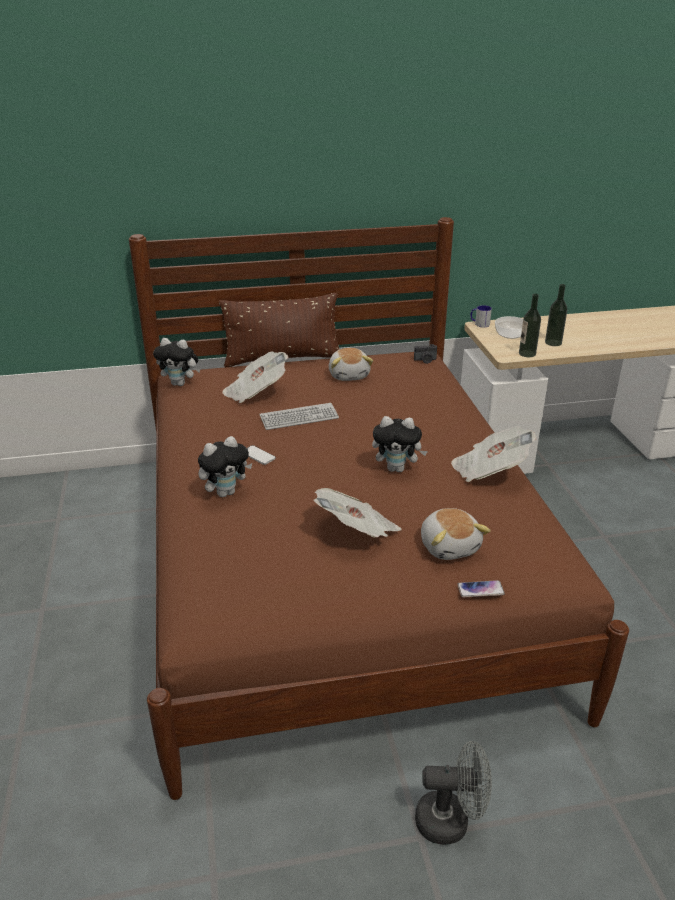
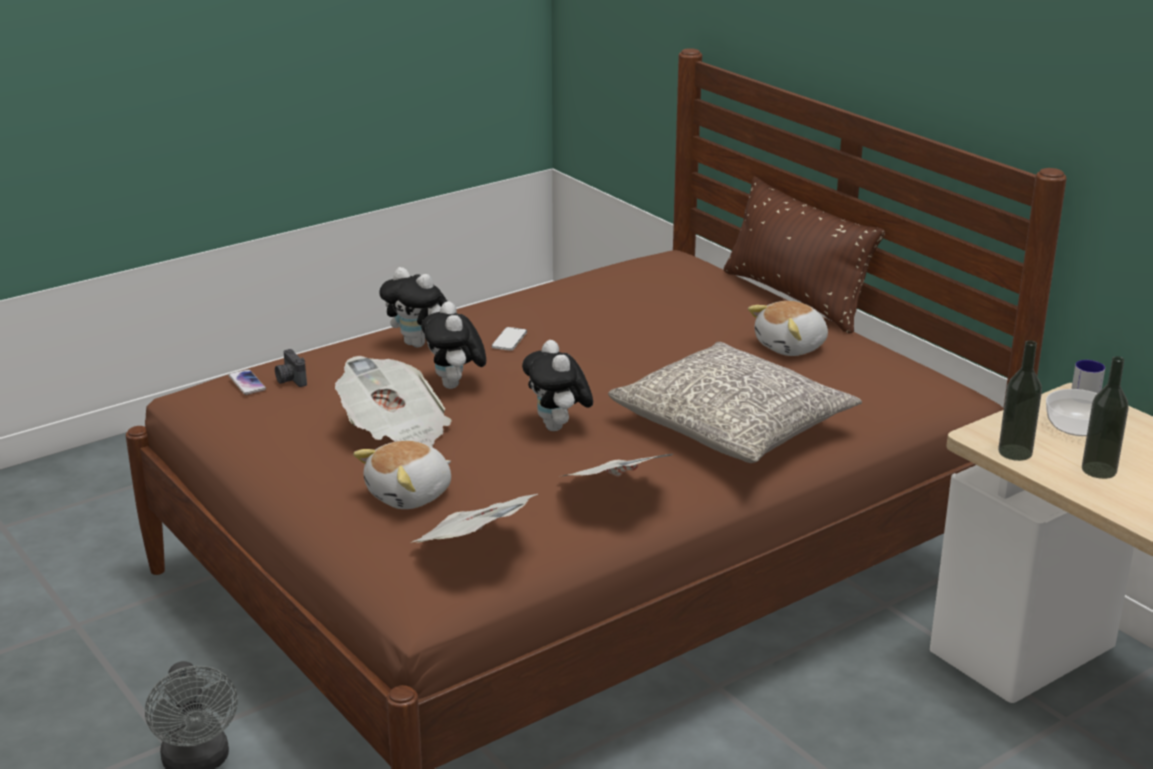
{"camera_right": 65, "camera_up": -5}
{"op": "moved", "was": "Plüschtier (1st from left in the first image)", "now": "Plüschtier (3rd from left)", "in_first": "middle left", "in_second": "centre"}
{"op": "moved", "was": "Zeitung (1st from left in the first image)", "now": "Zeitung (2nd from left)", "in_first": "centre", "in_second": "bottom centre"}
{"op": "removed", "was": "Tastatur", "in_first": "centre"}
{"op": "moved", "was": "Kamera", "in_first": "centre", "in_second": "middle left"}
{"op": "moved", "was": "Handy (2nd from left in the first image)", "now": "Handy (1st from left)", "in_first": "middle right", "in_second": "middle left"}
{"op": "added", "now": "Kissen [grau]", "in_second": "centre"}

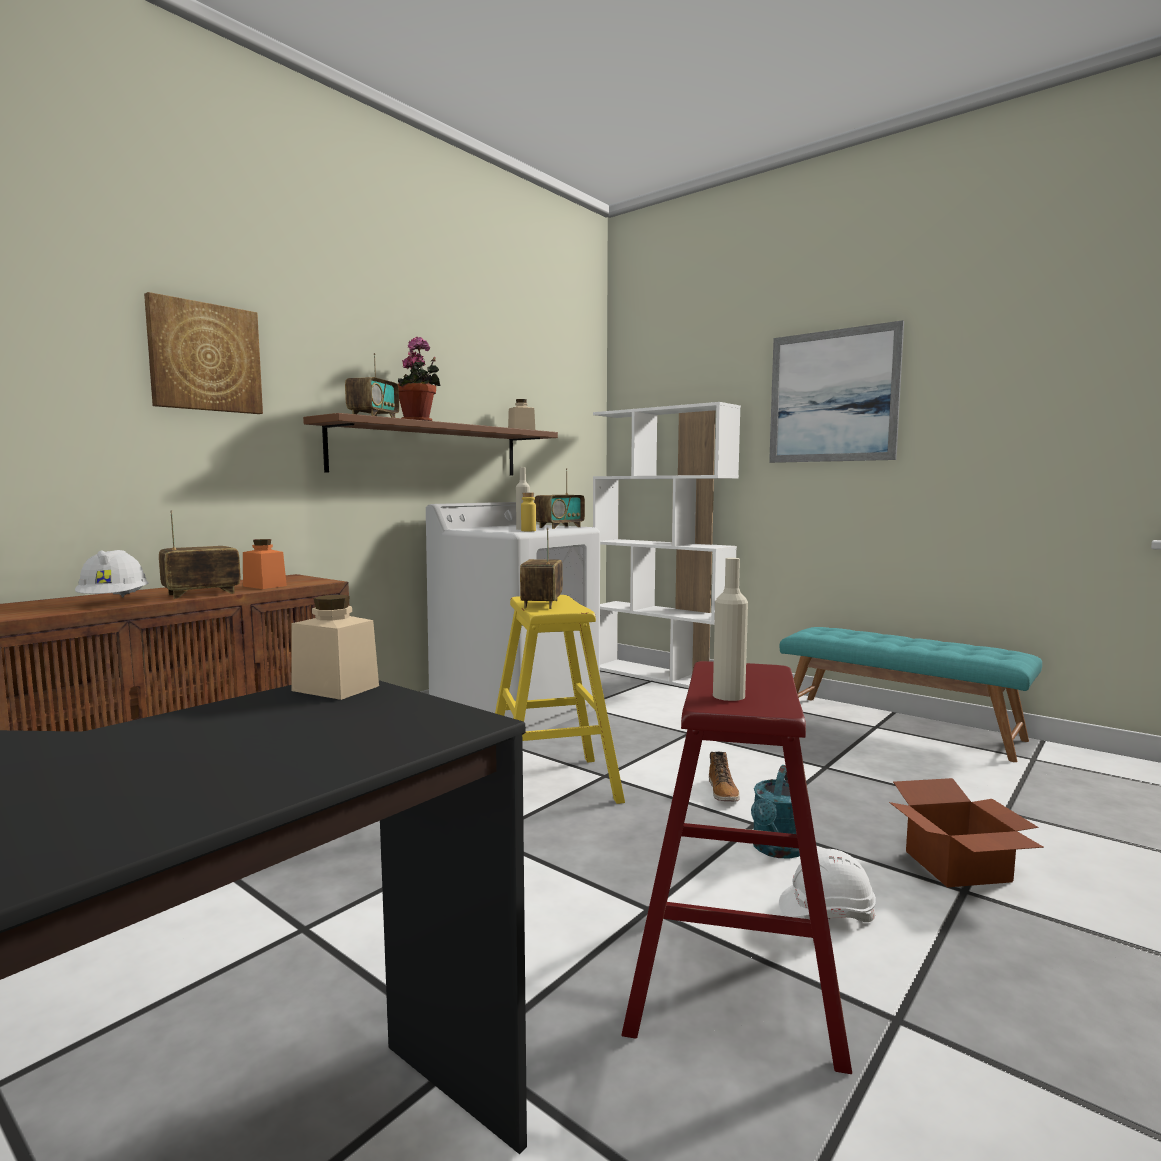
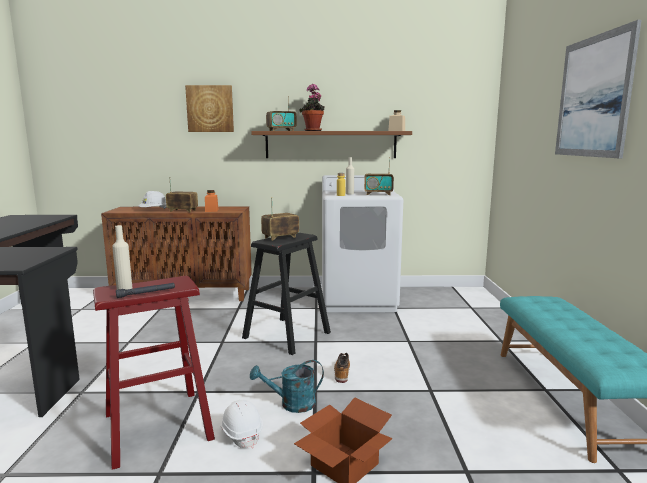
{"camera_right": 50, "camera_up": 5}
{"op": "removed", "was": "Vorratsglas [beige] (1st from left)", "in_first": "middle left"}
{"op": "recoloured", "was": "Hocker [gelb]", "now": "Hocker [schwarz]", "in_first": "centre", "in_second": "centre"}
{"op": "removed", "was": "Bücherregal [weiß]", "in_first": "centre"}
{"op": "turned", "was": "Stiefel", "in_first": "bottom centre", "in_second": "bottom centre", "clockwise": 135}
{"op": "added", "now": "Taschenlampe [schwarz]", "in_second": "middle left"}

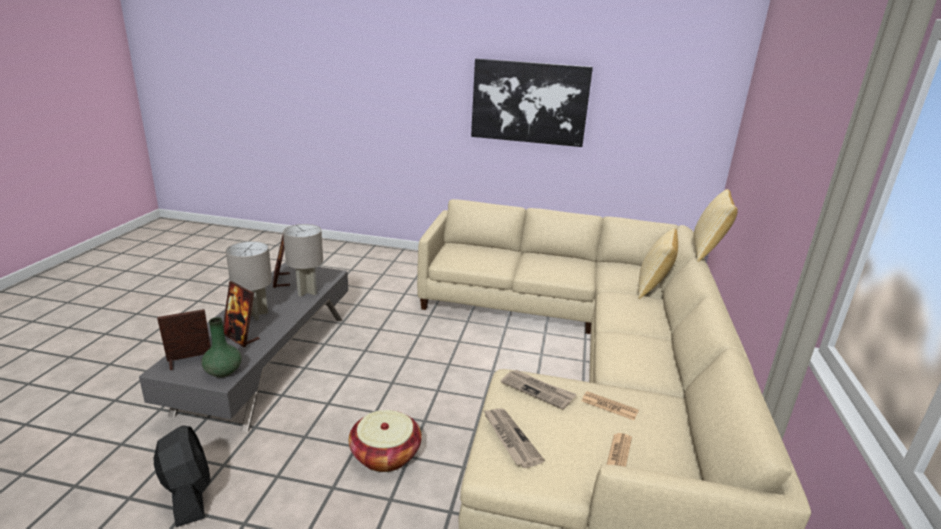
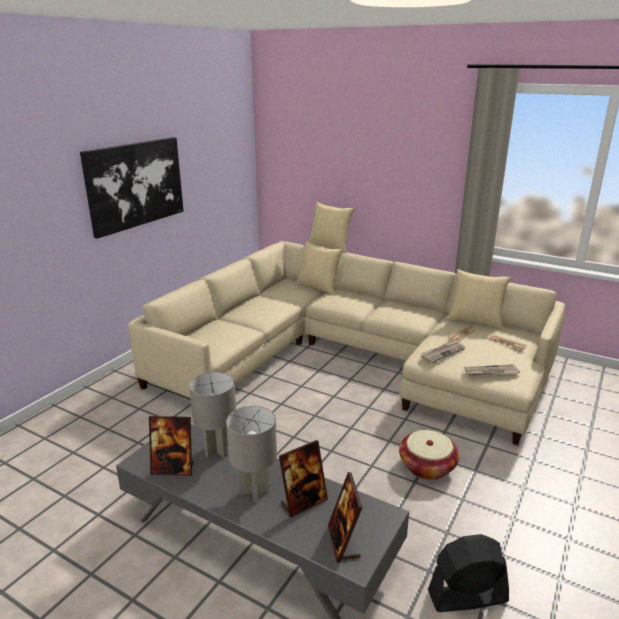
{"camera_right": -70, "camera_up": 0}
{"op": "removed", "was": "Vase [grün]", "in_first": "middle left"}
{"op": "added", "now": "Kissen (3rd from left)", "in_second": "middle right"}

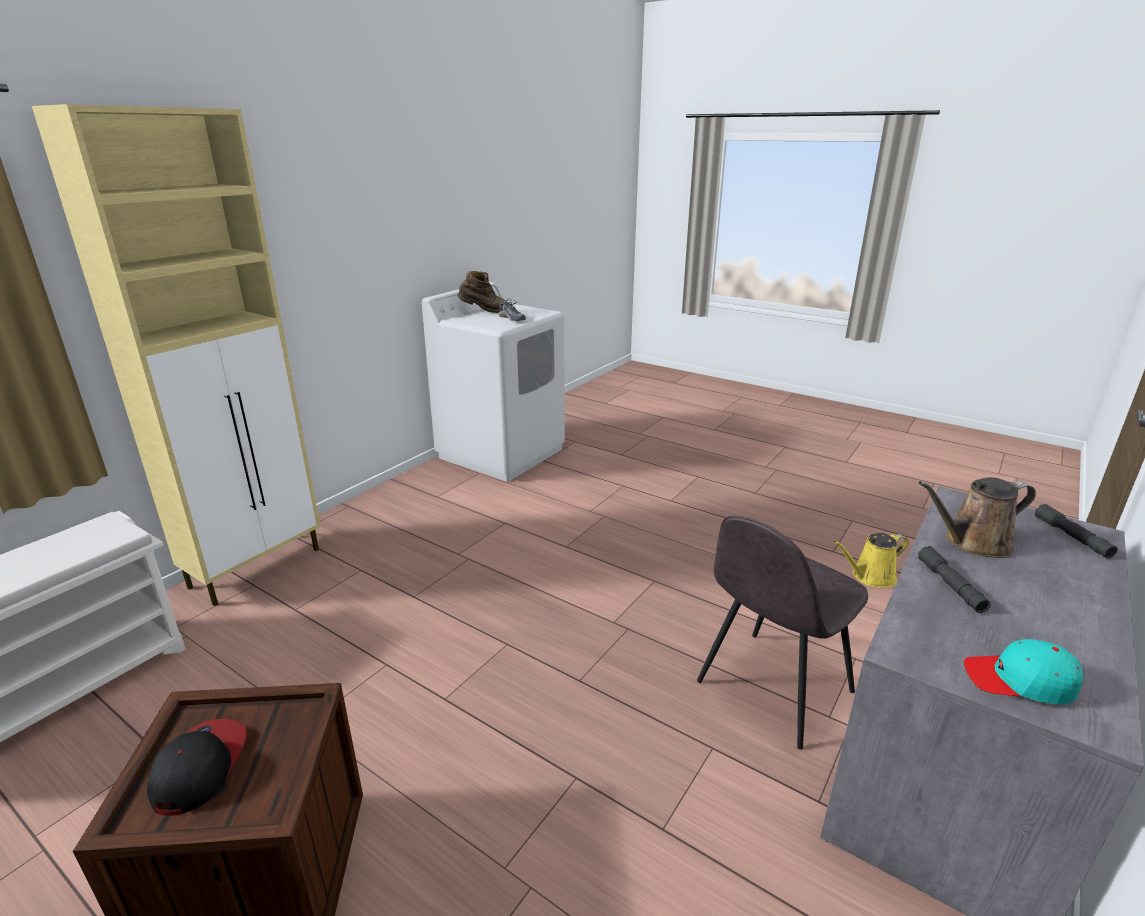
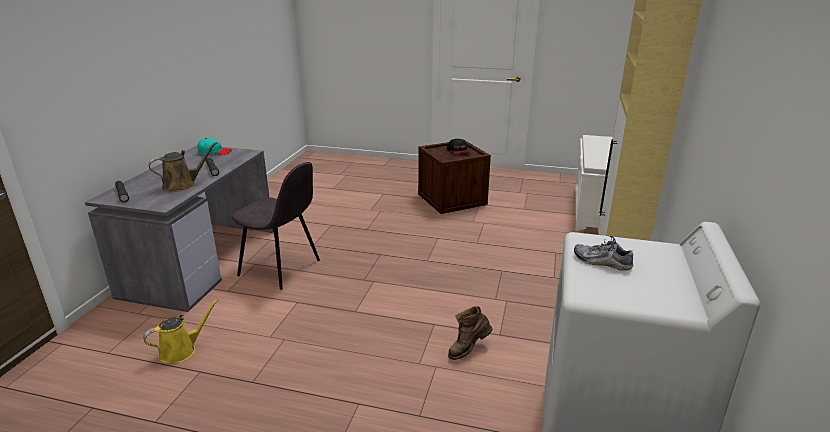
{"camera_right": 160, "camera_up": 0}
{"op": "moved", "was": "Stiefel [braun]", "in_first": "top centre", "in_second": "bottom centre"}
{"op": "turned", "was": "Stuhl [grau]", "in_first": "bottom right", "in_second": "middle left", "clockwise": 90}

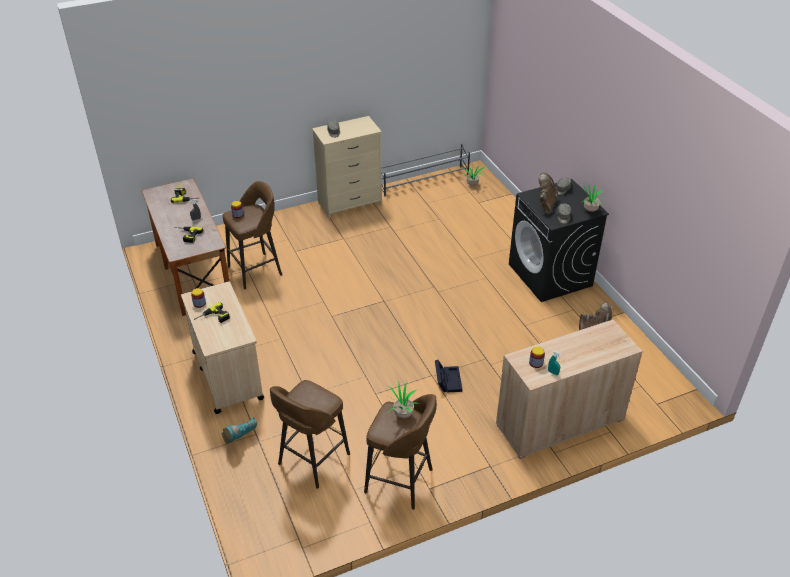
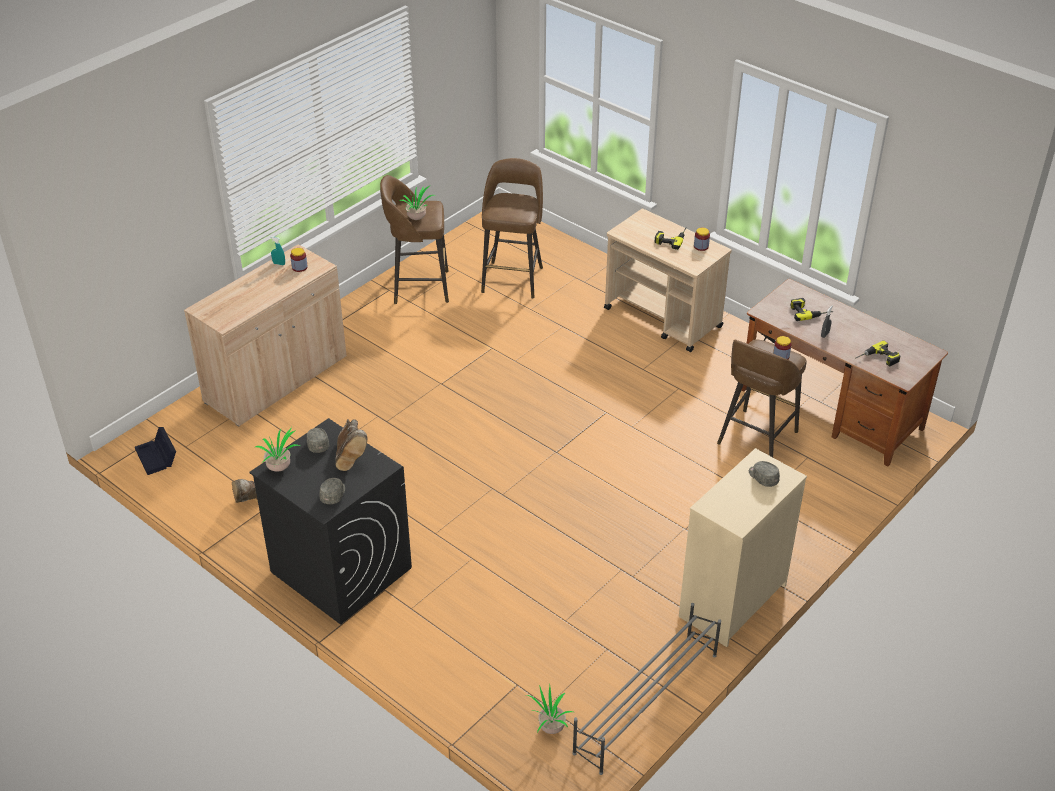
{"camera_right": 155, "camera_up": 0}
{"op": "removed", "was": "Stiefel [türkis]", "in_first": "bottom left"}
{"op": "moved", "was": "Aufbewahrungsbox [schwarz]", "in_first": "centre", "in_second": "middle left"}

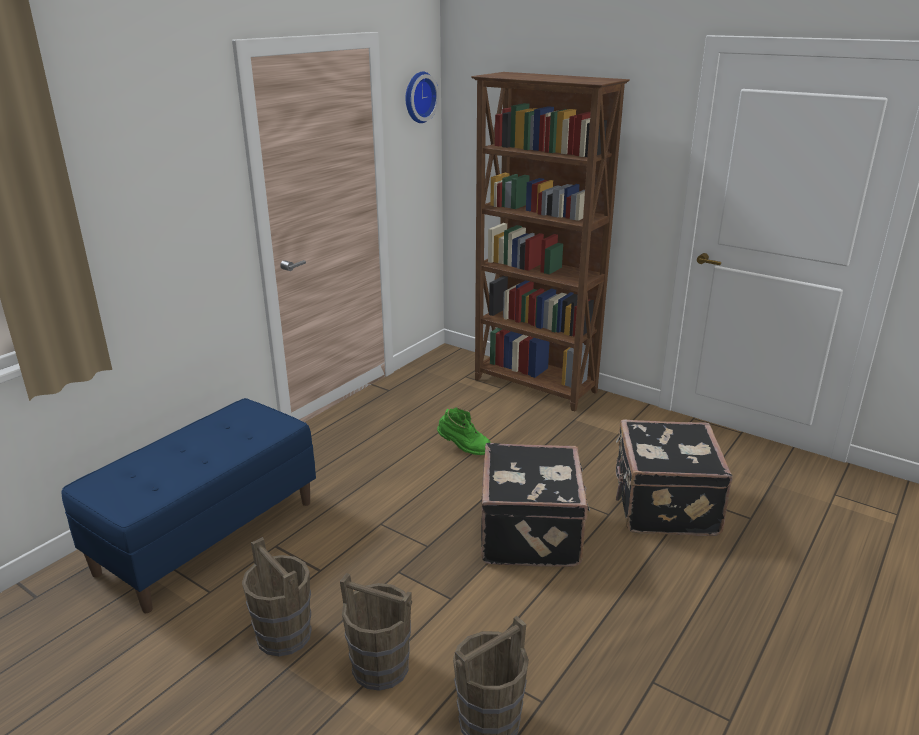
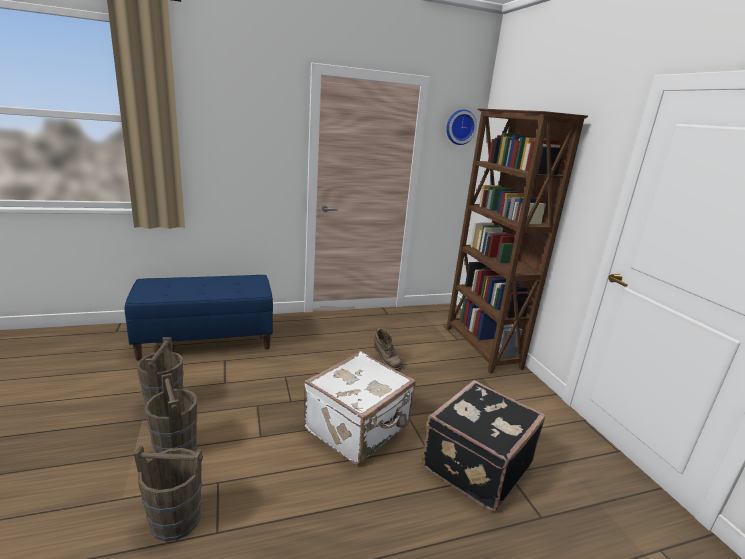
{"camera_right": 35, "camera_up": -5}
{"op": "recoloured", "was": "Stiefel [grün]", "now": "Stiefel [braun]", "in_first": "centre", "in_second": "centre"}
{"op": "recoloured", "was": "Koffer [schwarz] (1st from left)", "now": "Koffer [weiß]", "in_first": "bottom centre", "in_second": "bottom centre"}

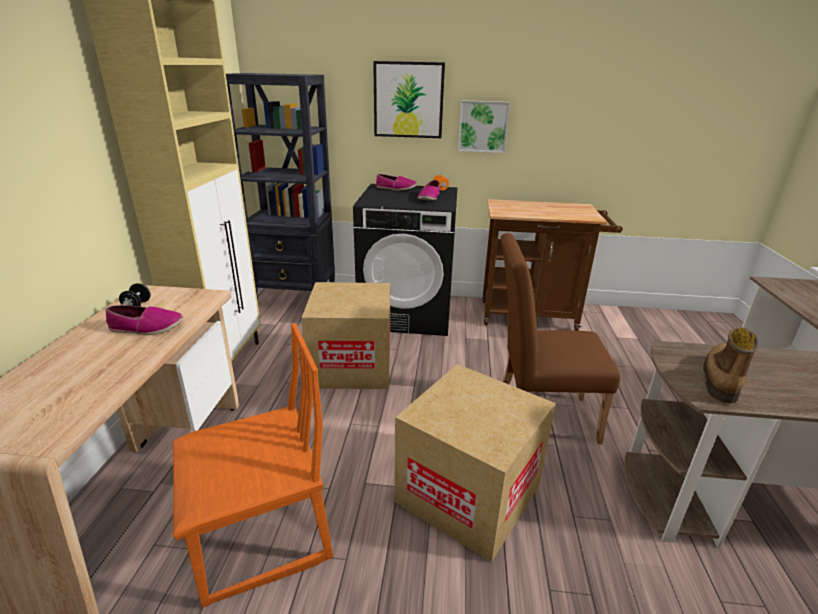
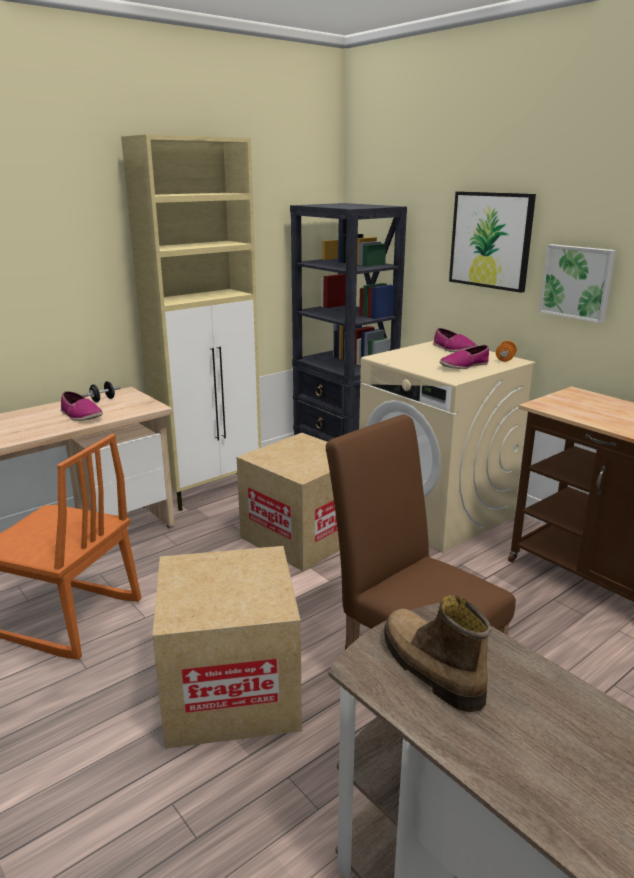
{"camera_right": 45, "camera_up": -5}
{"op": "recoloured", "was": "Waschmaschine [schwarz]", "now": "Waschmaschine [beige]", "in_first": "centre", "in_second": "middle right"}
{"op": "turned", "was": "Stiefel", "in_first": "middle right", "in_second": "bottom right", "clockwise": -105}

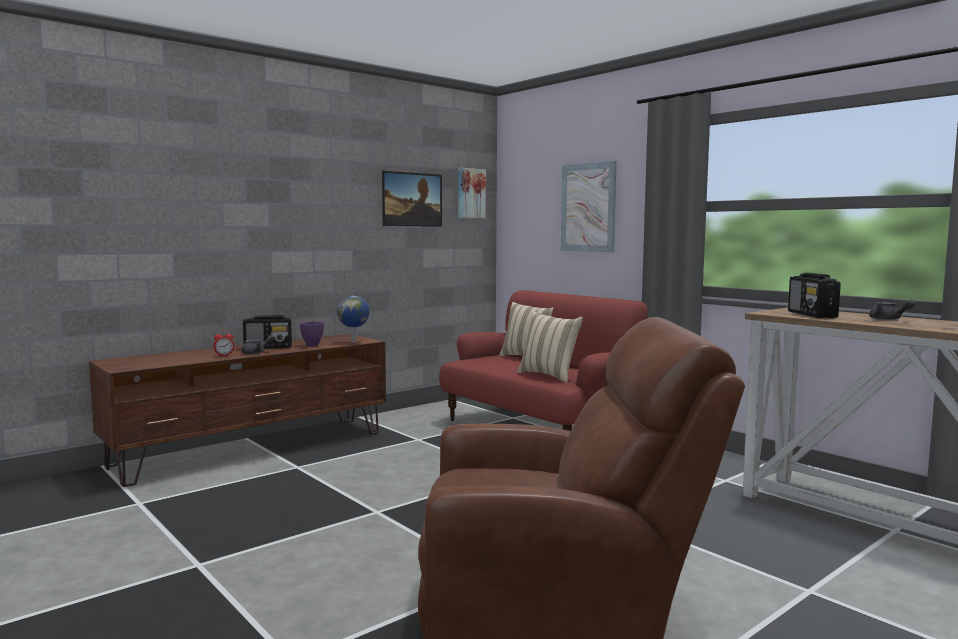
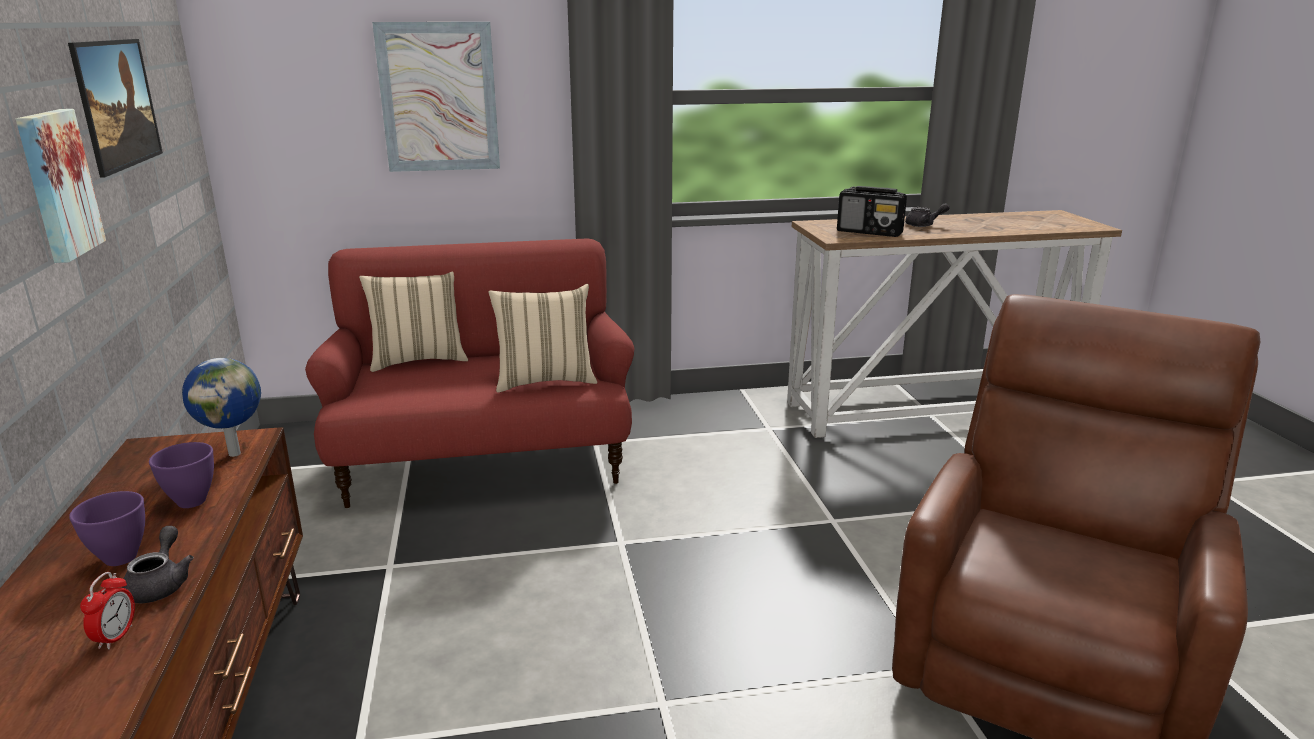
{"camera_right": -60, "camera_up": 15}
{"op": "replaced", "was": "Radio (1st from left)", "now": "Schüssel [lila] (1st from left)", "in_first": "middle left", "in_second": "bottom left"}
{"op": "moved", "was": "Bild (2nd from left in the first image)", "now": "Bild (1st from left)", "in_first": "top centre", "in_second": "top left"}

